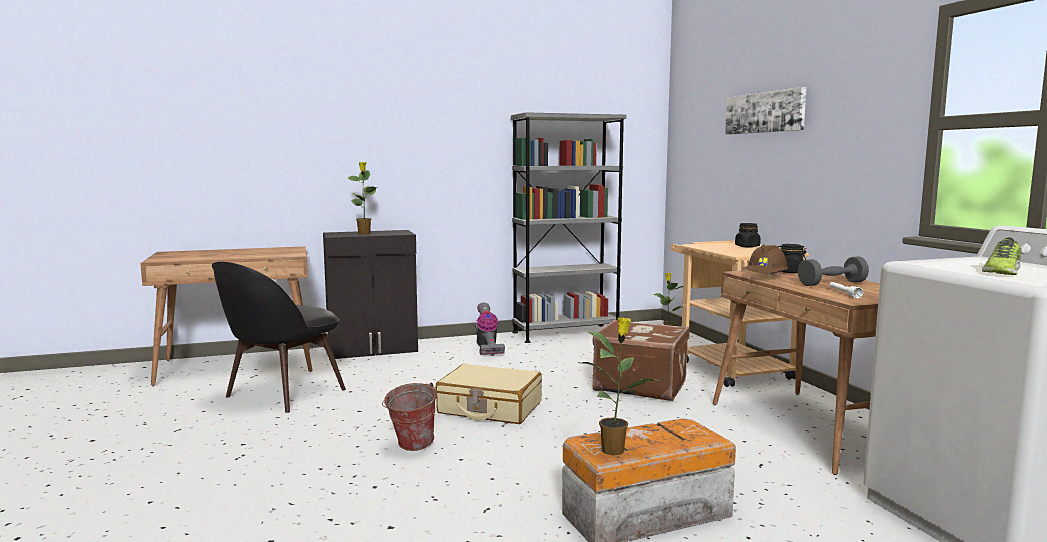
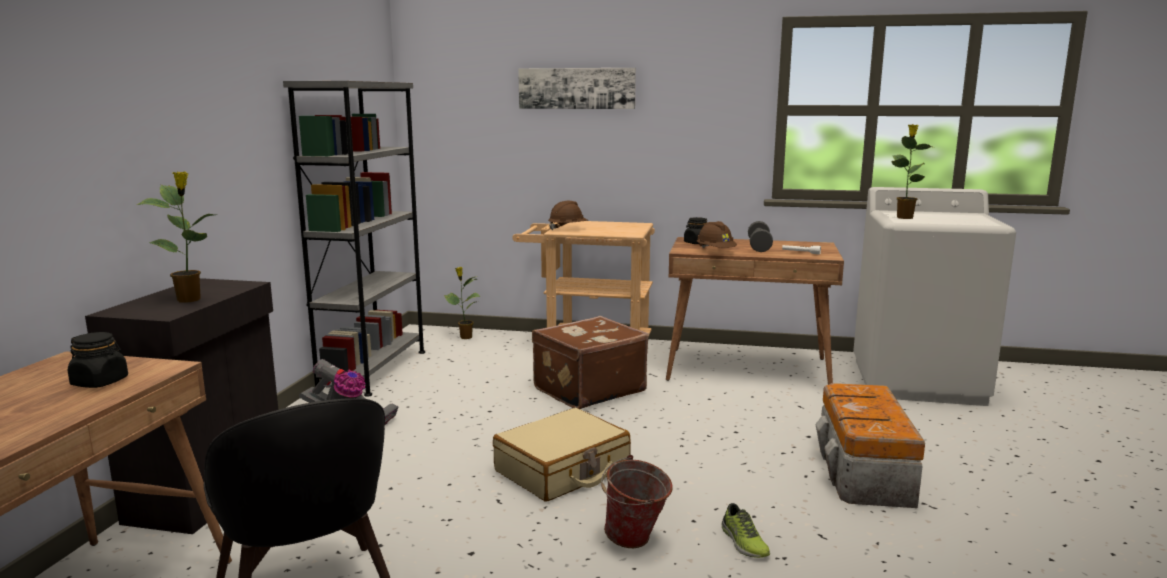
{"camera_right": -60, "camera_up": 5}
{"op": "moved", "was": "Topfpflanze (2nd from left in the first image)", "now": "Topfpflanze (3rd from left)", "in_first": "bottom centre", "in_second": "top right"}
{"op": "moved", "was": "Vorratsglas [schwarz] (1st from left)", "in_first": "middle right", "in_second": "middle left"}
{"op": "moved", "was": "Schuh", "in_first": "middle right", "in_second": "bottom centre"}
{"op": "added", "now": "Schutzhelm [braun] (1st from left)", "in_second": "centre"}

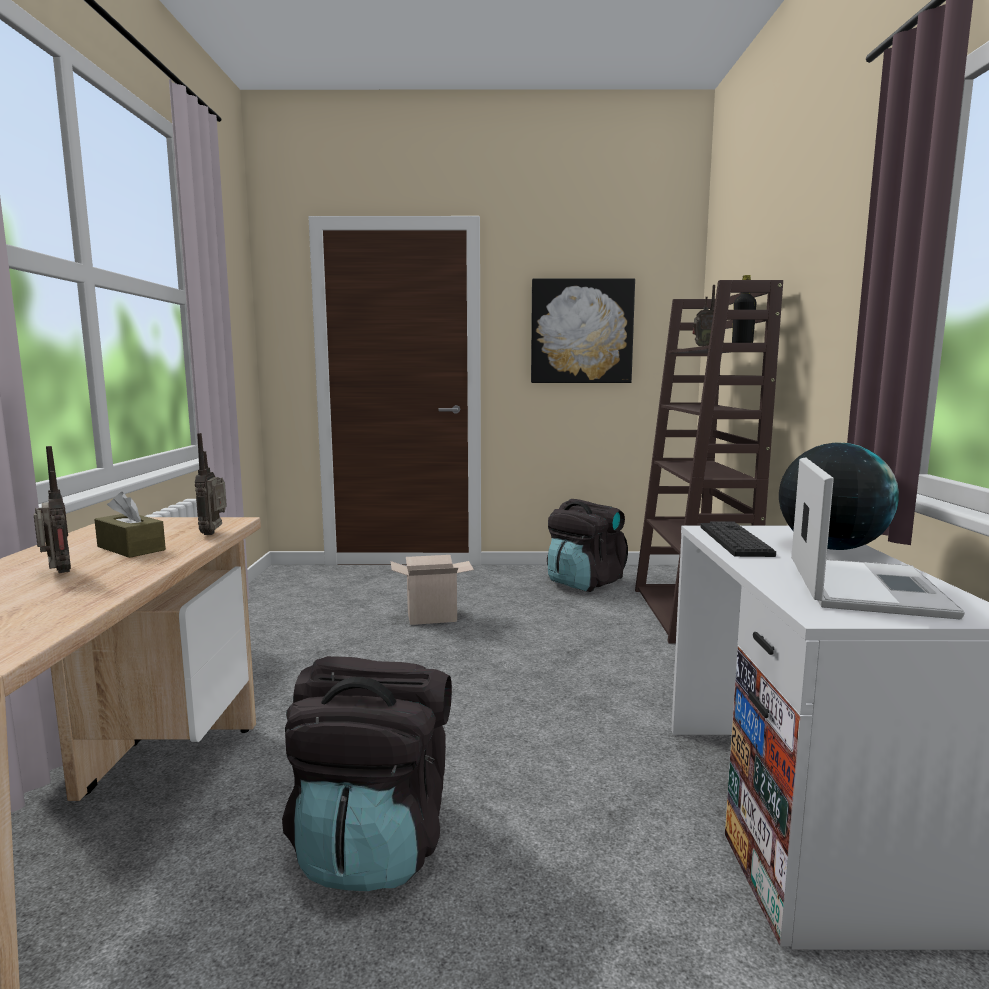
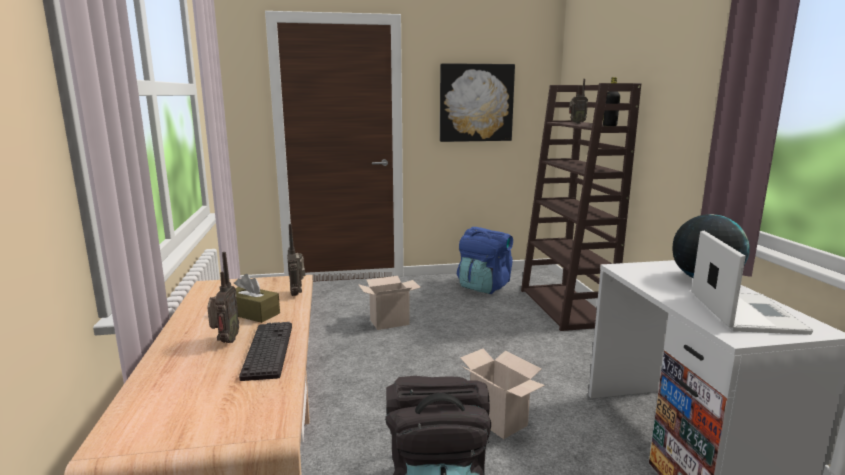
{"camera_right": -10, "camera_up": 5}
{"op": "turned", "was": "Radio (1st from left)", "in_first": "middle left", "in_second": "middle left", "clockwise": 45}
{"op": "recoloured", "was": "Rucksack [schwarz] (2nd from left)", "now": "Rucksack [blau]", "in_first": "centre", "in_second": "centre"}
{"op": "moved", "was": "Tastatur", "in_first": "middle right", "in_second": "bottom left"}
{"op": "added", "now": "Karton (2nd from left)", "in_second": "bottom centre"}

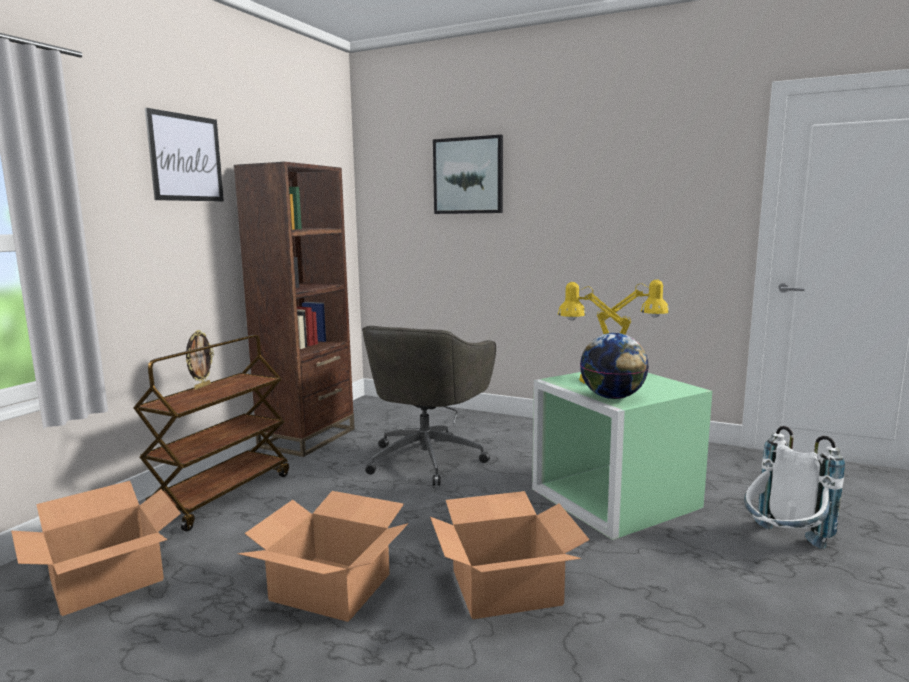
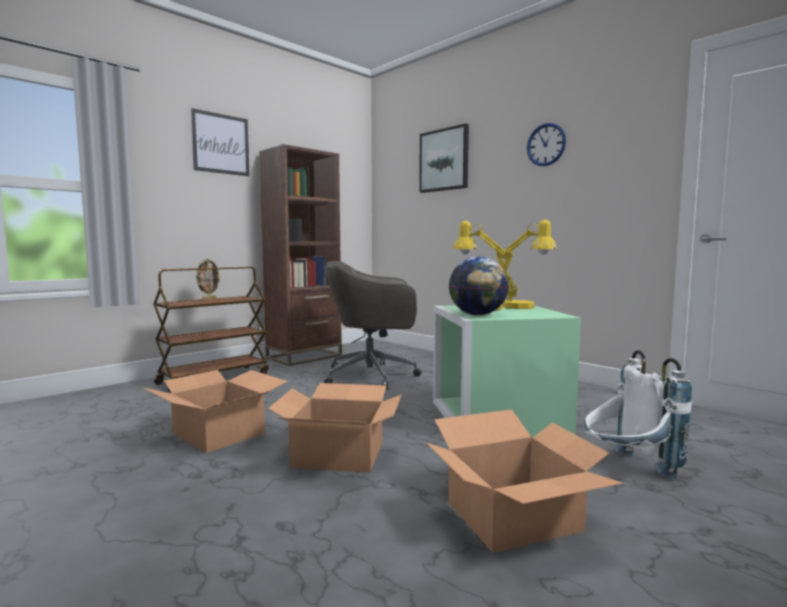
{"camera_right": 20, "camera_up": -5}
{"op": "moved", "was": "Karton (1st from left in the first image)", "now": "Karton (3rd from left)", "in_first": "bottom left", "in_second": "bottom centre"}
{"op": "turned", "was": "Bürostuhl [grau]", "in_first": "centre", "in_second": "centre", "clockwise": 45}
{"op": "added", "now": "Wanduhr", "in_second": "top right"}

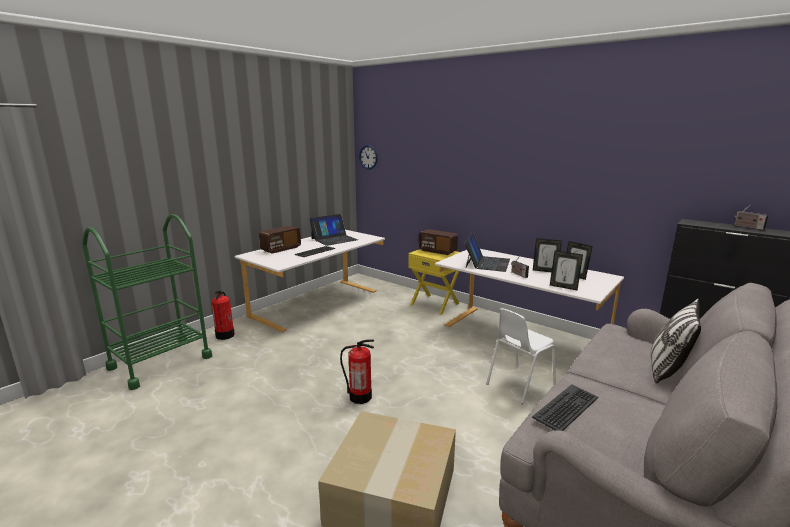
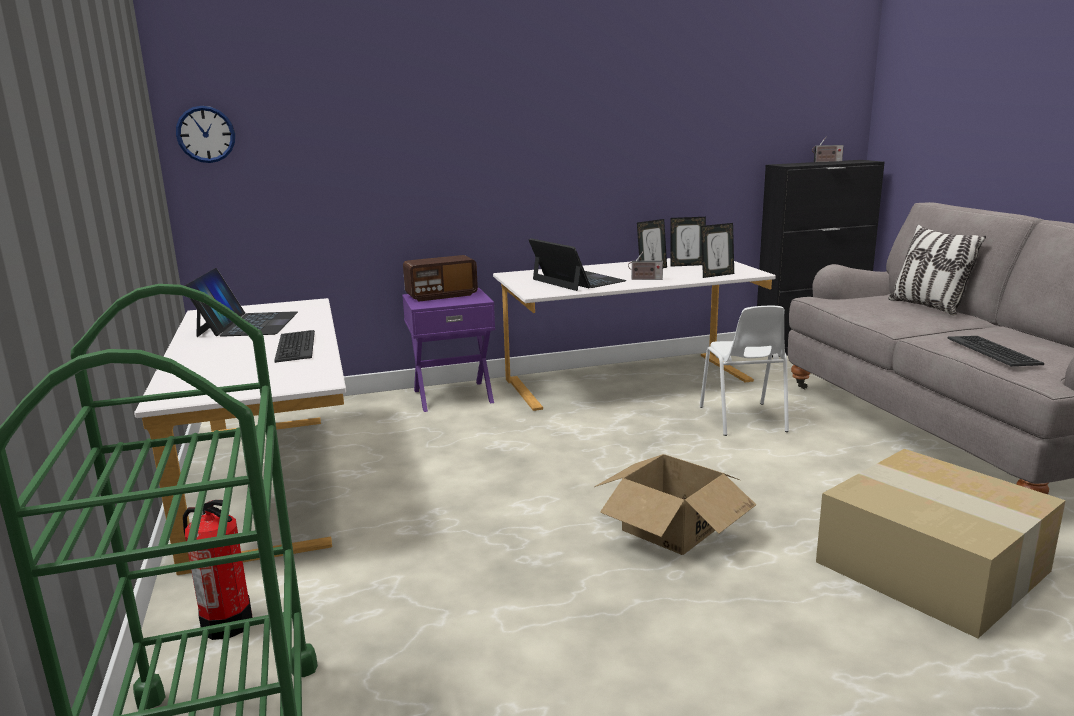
{"camera_right": -55, "camera_up": 0}
{"op": "removed", "was": "Radio (1st from left)", "in_first": "centre"}
{"op": "replaced", "was": "Feuerlöscher (2nd from left)", "now": "Karton (1st from left)", "in_first": "bottom centre", "in_second": "bottom centre"}
{"op": "recoloured", "was": "Nachttisch [gelb]", "now": "Nachttisch [lila]", "in_first": "centre", "in_second": "centre"}

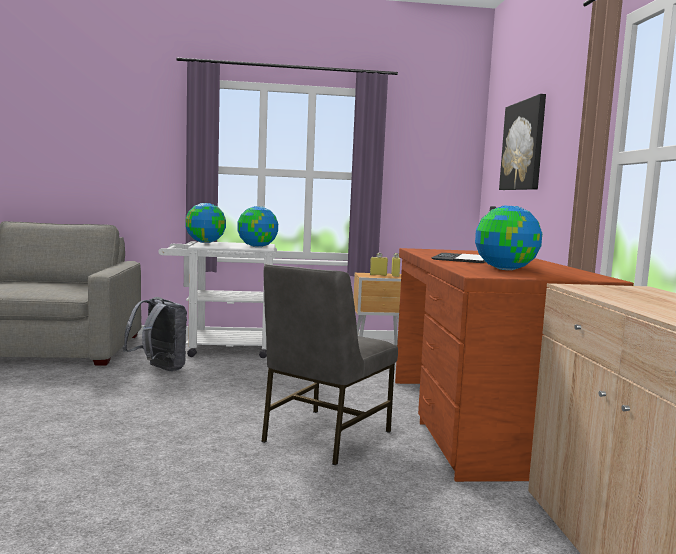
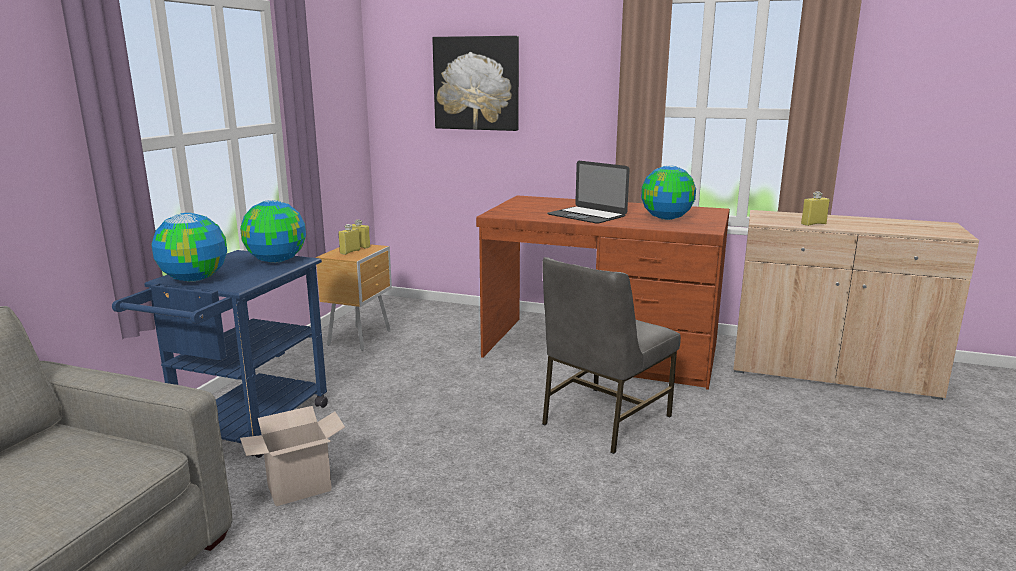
{"camera_right": -65, "camera_up": 10}
{"op": "replaced", "was": "Rucksack [grau]", "now": "Karton", "in_first": "middle left", "in_second": "bottom left"}
{"op": "recoloured", "was": "Rollwagen [weiß]", "now": "Rollwagen [blau]", "in_first": "middle left", "in_second": "middle left"}
{"op": "turned", "was": "Stuhl [grau]", "in_first": "centre", "in_second": "centre", "clockwise": 75}
{"op": "added", "now": "Flasche [gelb] (3rd from left)", "in_second": "middle right"}

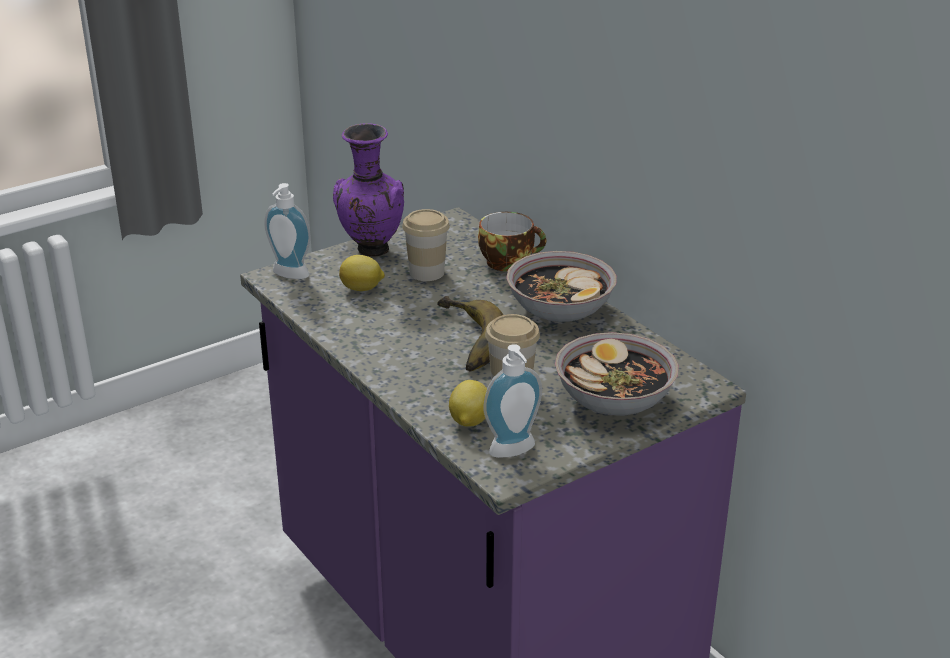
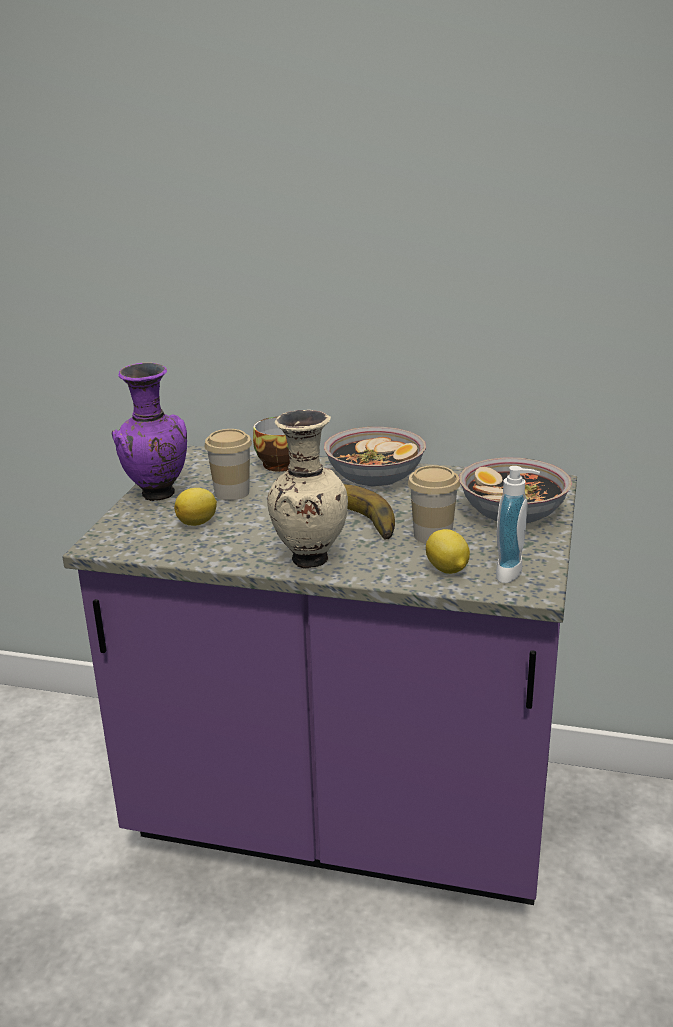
{"camera_right": -40, "camera_up": -5}
{"op": "removed", "was": "Seifenspender (1st from left)", "in_first": "middle left"}
{"op": "added", "now": "Vase [beige]", "in_second": "centre"}

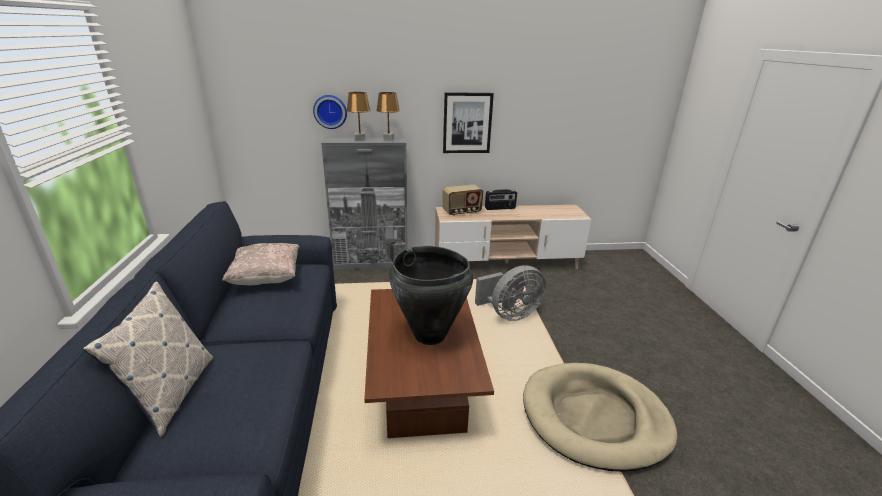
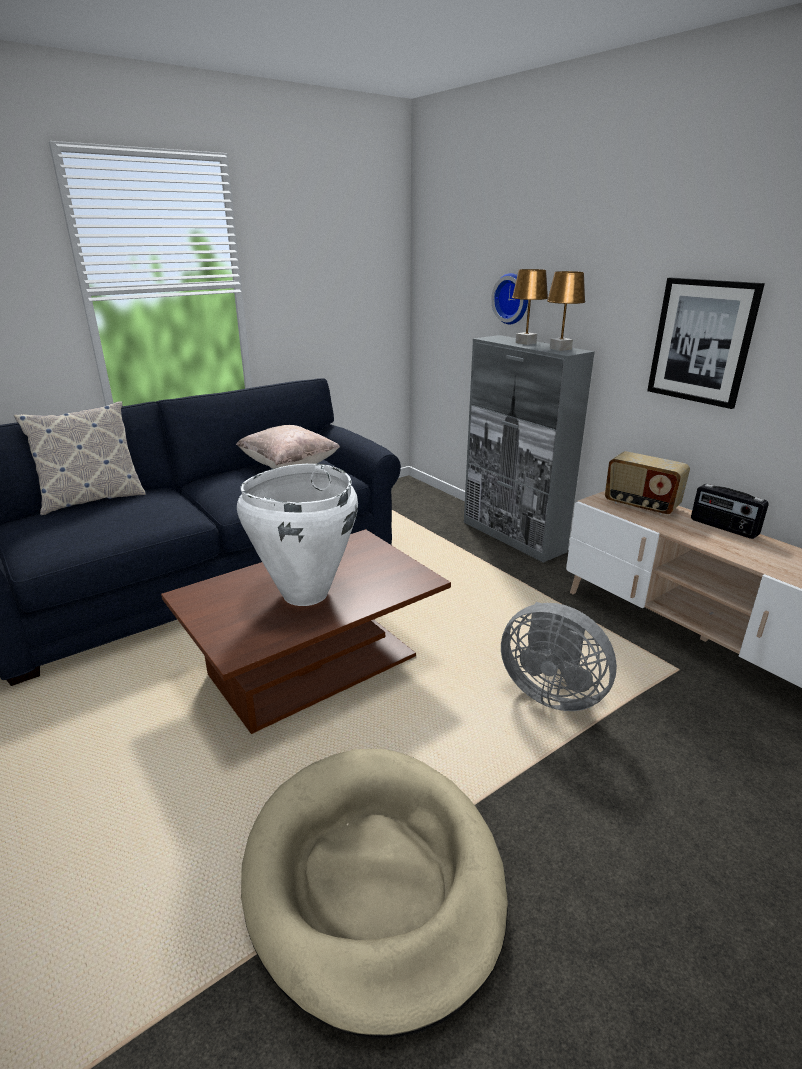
{"camera_right": 60, "camera_up": 0}
{"op": "recoloured", "was": "Vase [schwarz]", "now": "Vase [weiß]", "in_first": "centre", "in_second": "centre"}

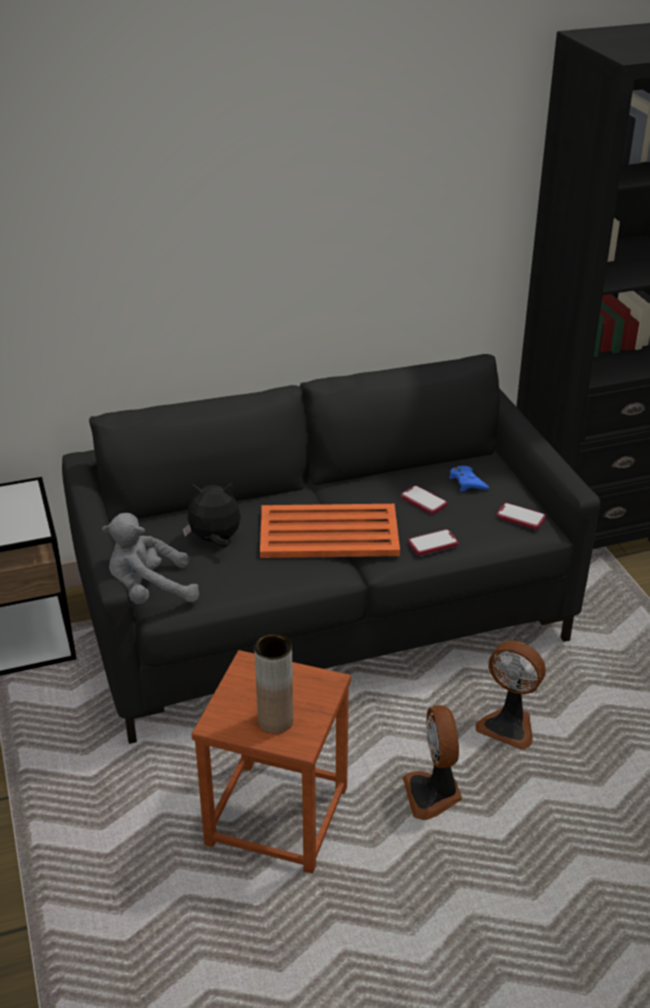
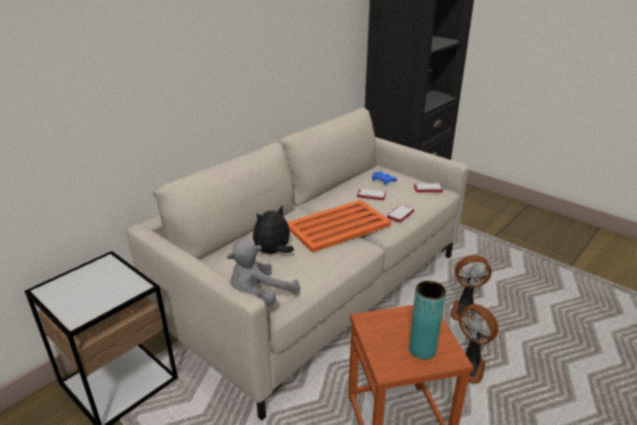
{"camera_right": -30, "camera_up": -5}
{"op": "recoloured", "was": "Sofa [schwarz]", "now": "Sofa [beige]", "in_first": "centre", "in_second": "centre"}
{"op": "recoloured", "was": "Vase [braun]", "now": "Vase [türkis]", "in_first": "bottom centre", "in_second": "bottom right"}

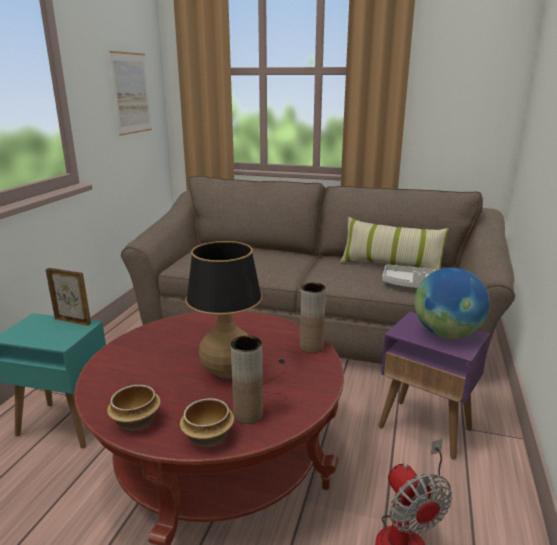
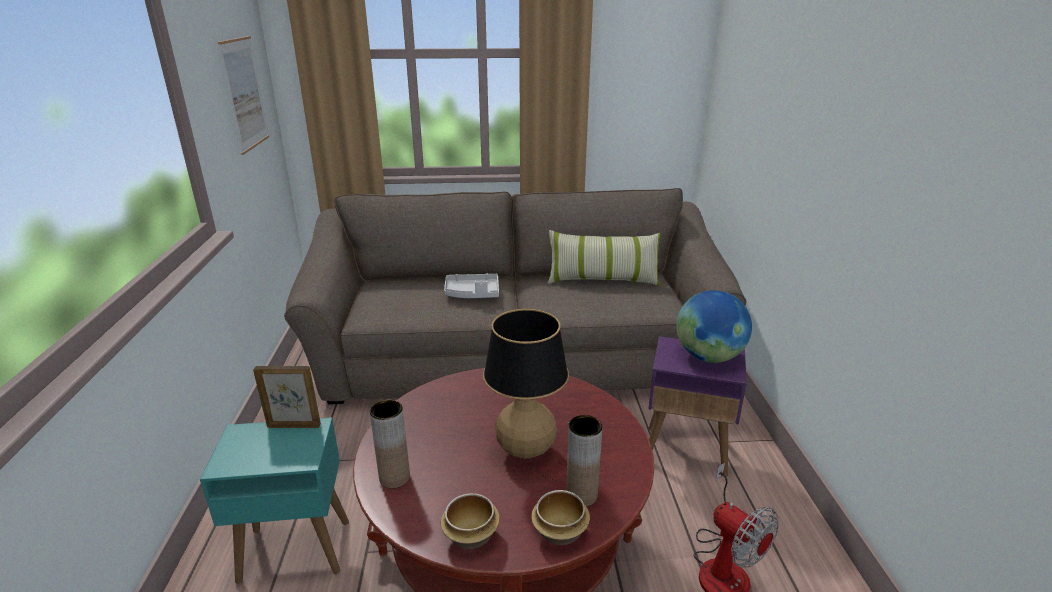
{"camera_right": -20, "camera_up": 5}
{"op": "moved", "was": "Vase [braun] (2nd from left in the first image)", "now": "Vase [braun] (1st from left)", "in_first": "centre", "in_second": "bottom centre"}
{"op": "moved", "was": "Tablett [grau]", "in_first": "middle right", "in_second": "centre"}

